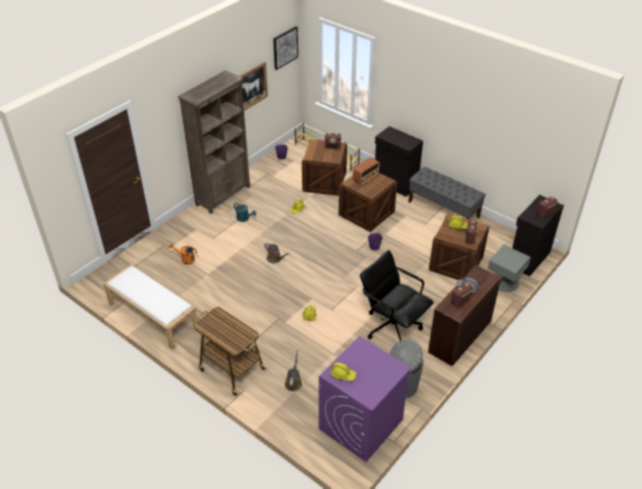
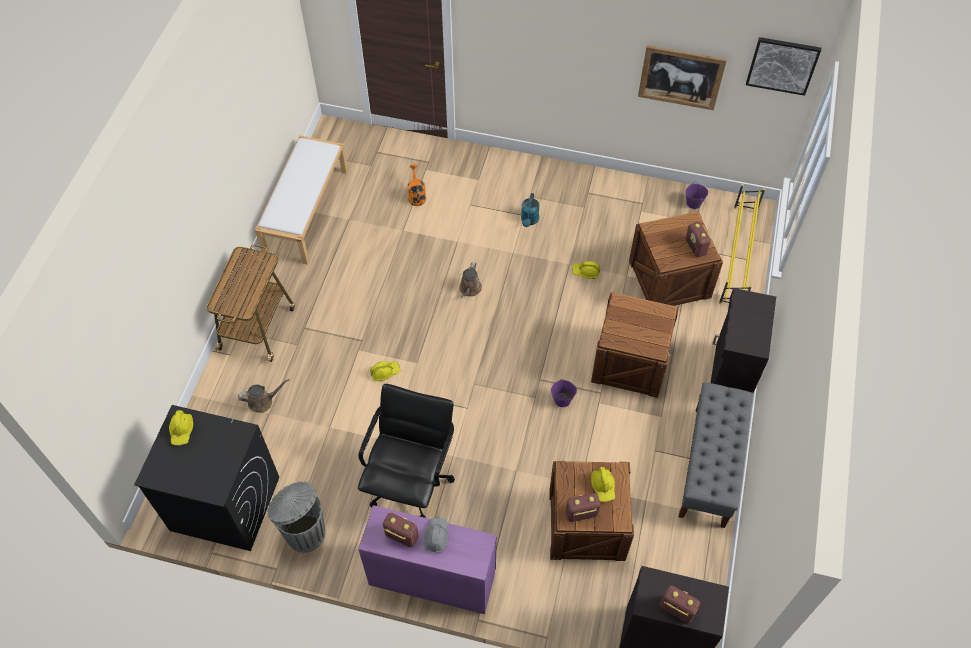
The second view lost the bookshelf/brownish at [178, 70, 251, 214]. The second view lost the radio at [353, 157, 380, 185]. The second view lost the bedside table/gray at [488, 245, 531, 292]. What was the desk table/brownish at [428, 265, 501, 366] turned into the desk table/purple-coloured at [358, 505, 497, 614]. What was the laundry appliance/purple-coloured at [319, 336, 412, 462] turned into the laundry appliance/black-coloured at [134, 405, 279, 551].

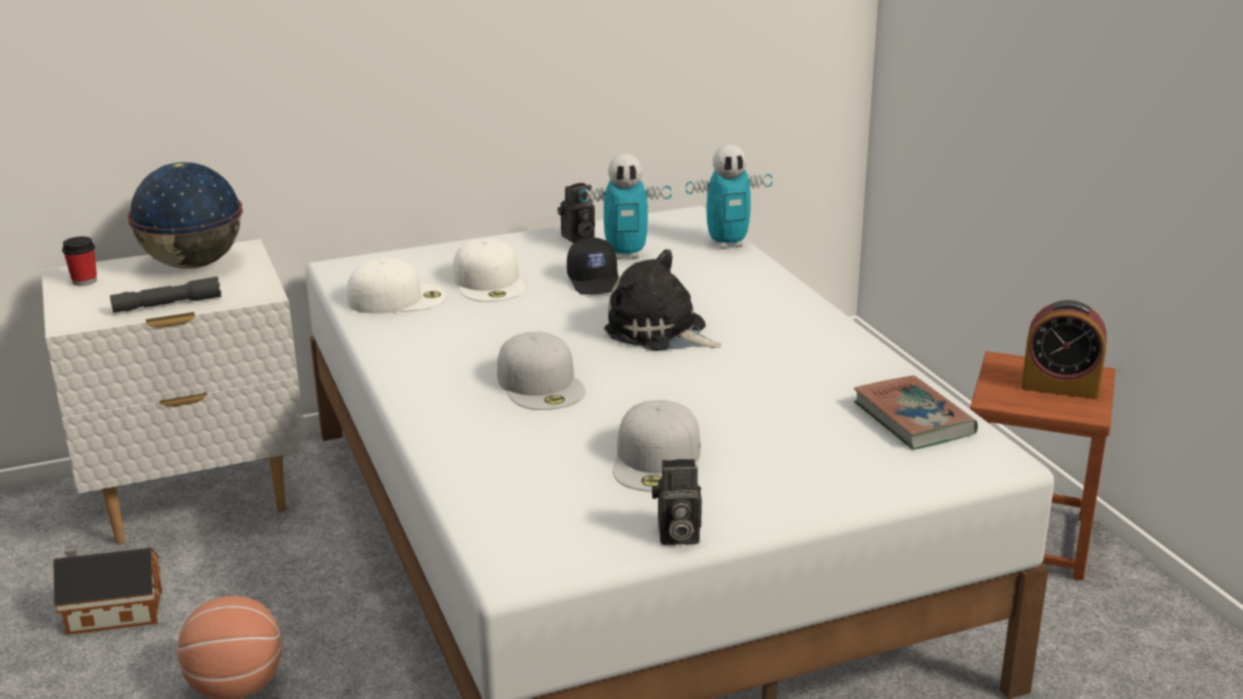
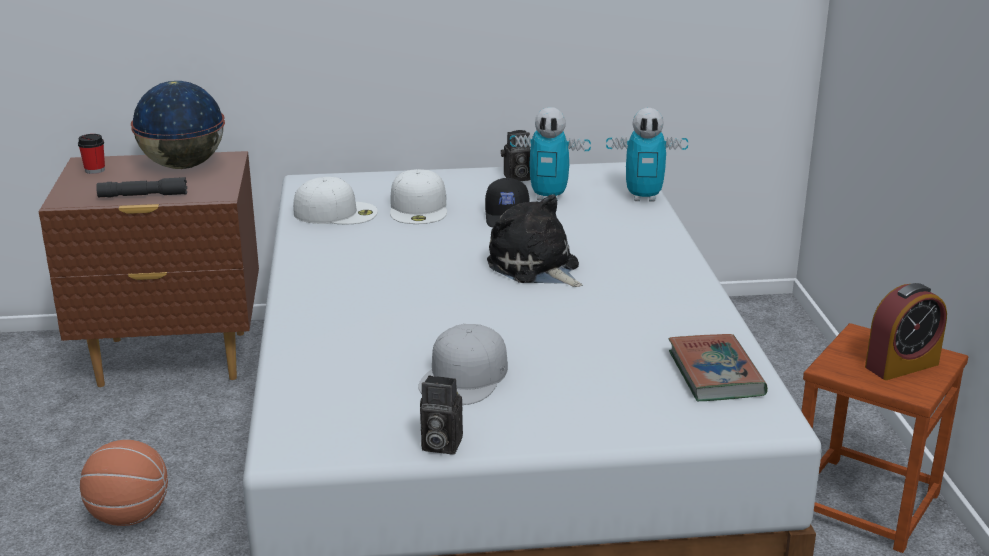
What was the bedside table/whitish at [41, 239, 307, 545] turned into the bedside table/brownish at [38, 151, 259, 387]. The bedside clock at [1021, 300, 1107, 399] ended up facing another way, 60 degrees counterclockwise from before. The second view lost the cap/whitish at [497, 332, 586, 410]. The second view lost the model house at [53, 545, 162, 635].

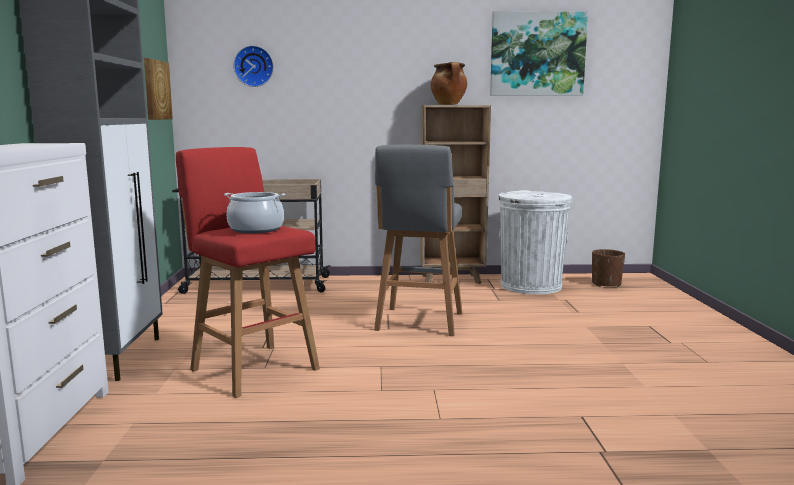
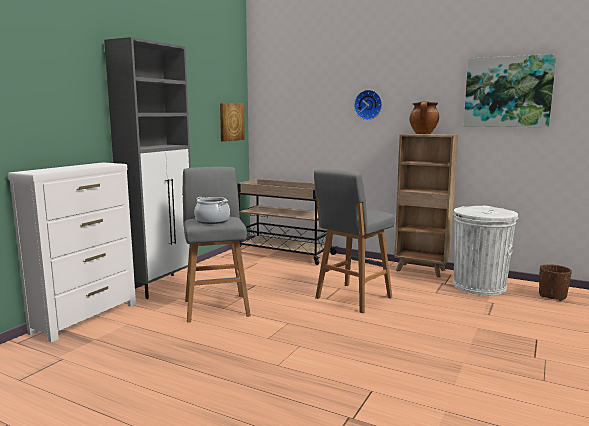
The clock on the wall ended up elsewhere, having gone from [233, 45, 274, 87] to [354, 90, 382, 120]. What was the sitting stool/red-coloured at [176, 147, 320, 398] turned into the sitting stool/gray at [182, 167, 251, 323].

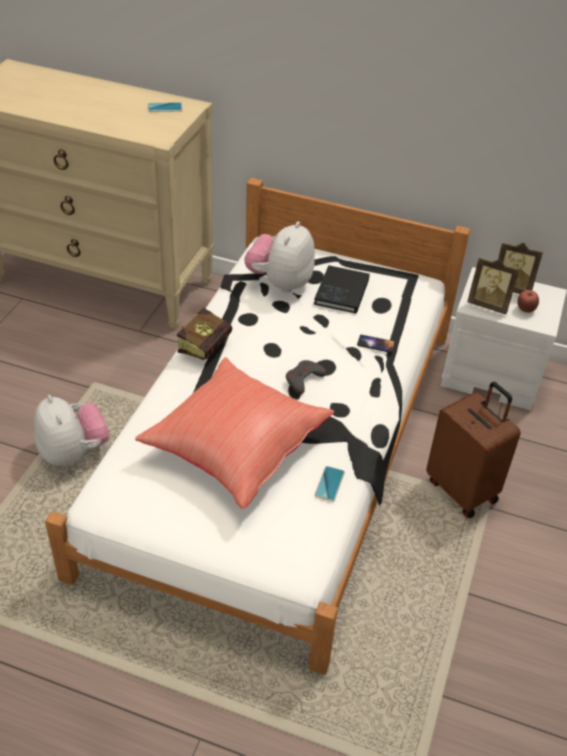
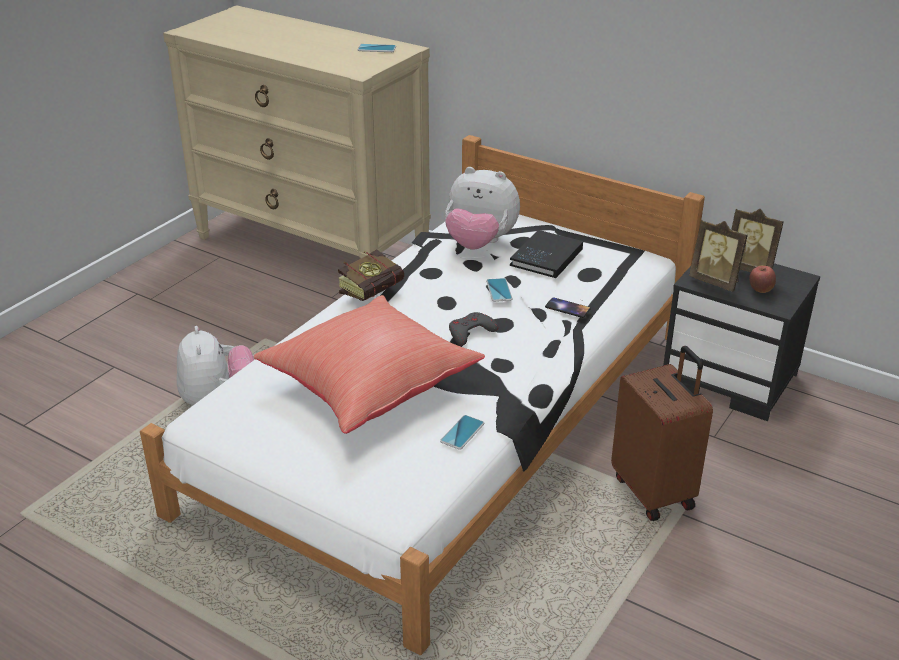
The soft toy at [244, 221, 315, 293] ended up facing another way, 105 degrees counterclockwise from before. What was the bedside table/whitish at [441, 267, 567, 410] turned into the bedside table/black-coloured at [663, 263, 820, 421]. The second view gained the handset at [486, 278, 513, 302].

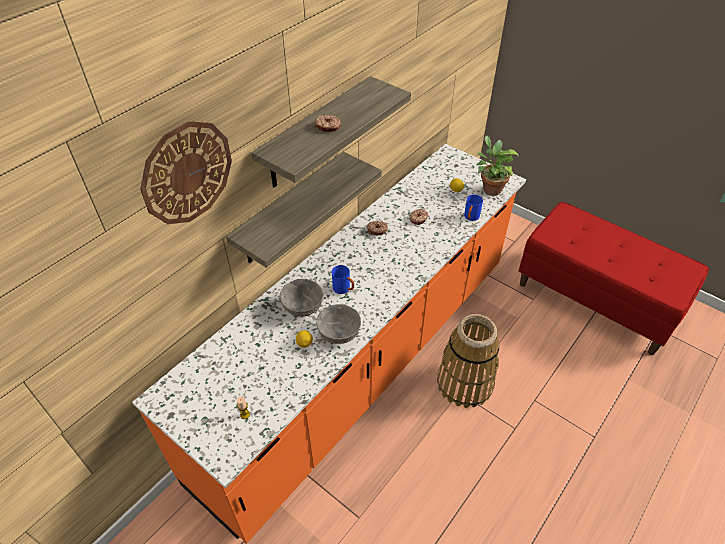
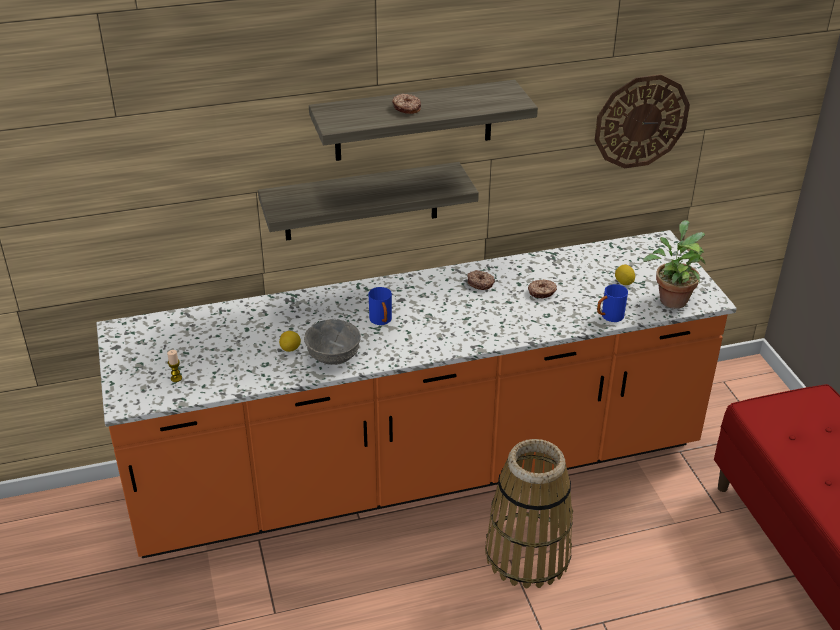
The clock on the wall ended up elsewhere, having gone from [140, 121, 232, 224] to [594, 75, 690, 169]. The second view lost the bowl/gray at [280, 279, 323, 317].

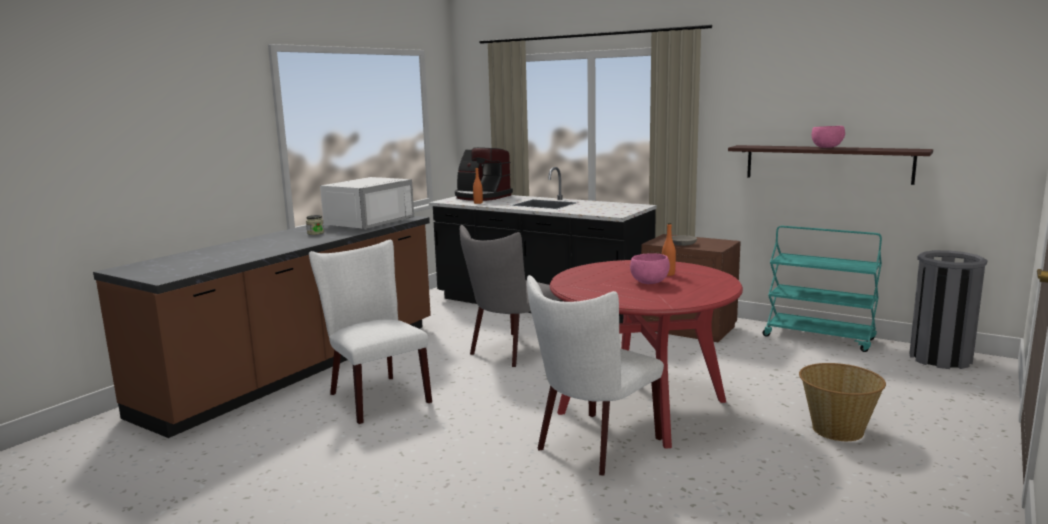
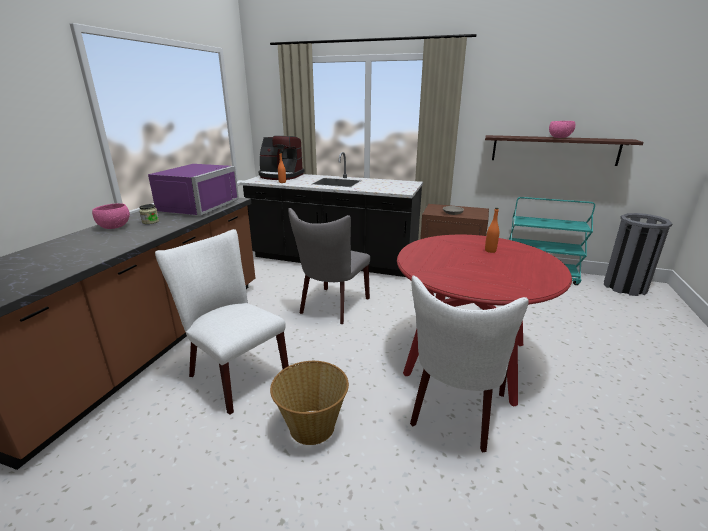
What was the microwave/whitish at [320, 177, 414, 230] turned into the microwave/purple-coloured at [148, 164, 239, 215]. The bowl/pinkish ended up elsewhere, having gone from [630, 253, 670, 284] to [92, 203, 130, 229]. The storage basket ended up elsewhere, having gone from [799, 363, 886, 441] to [270, 361, 349, 445].

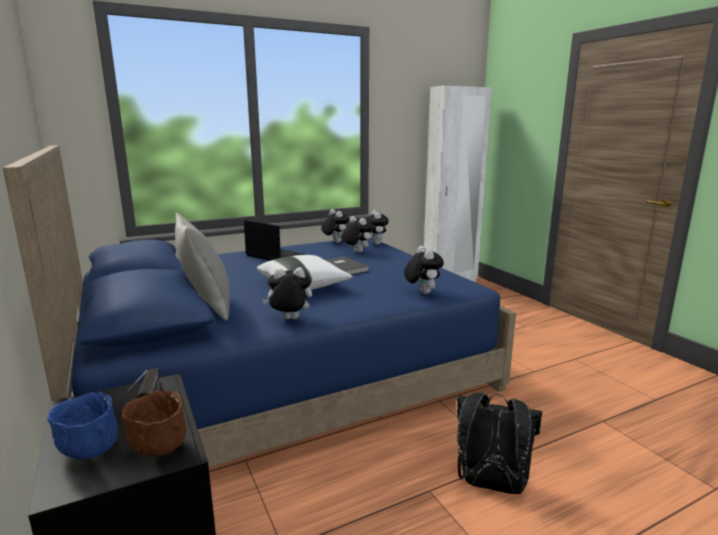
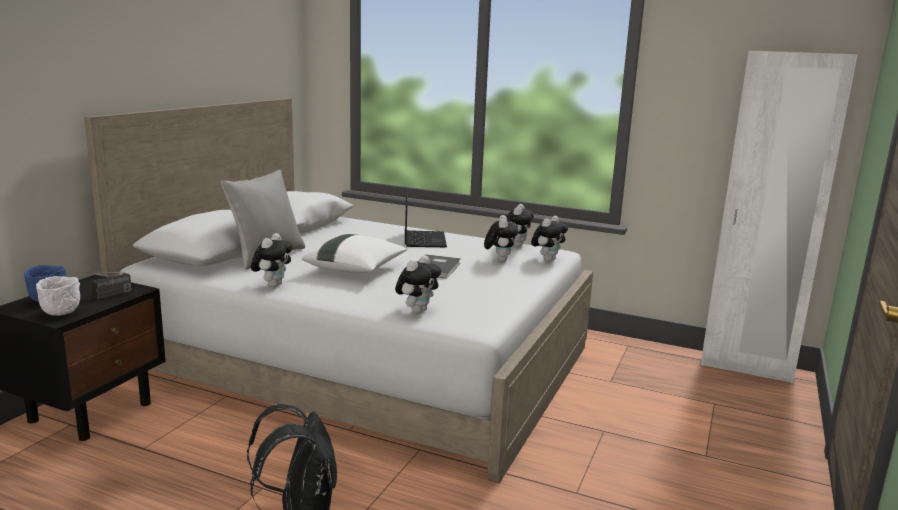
What was the bedroom bed/blue-coloured at [3, 145, 516, 467] turned into the bedroom bed/whitish at [84, 98, 593, 483]. The soft toy at [262, 267, 312, 319] ended up facing another way, 60 degrees clockwise from before. What was the bowl/brownish at [121, 390, 186, 457] turned into the bowl/whitish at [36, 276, 80, 316].

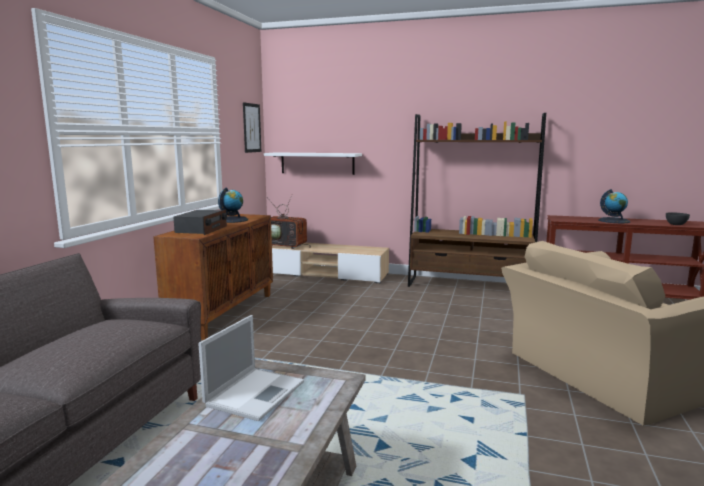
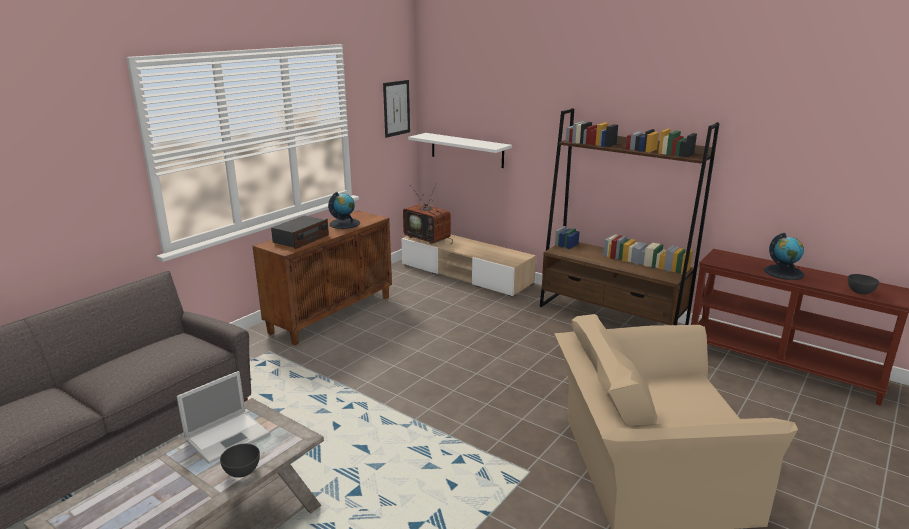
The second view gained the bowl/gray at [220, 444, 260, 478].

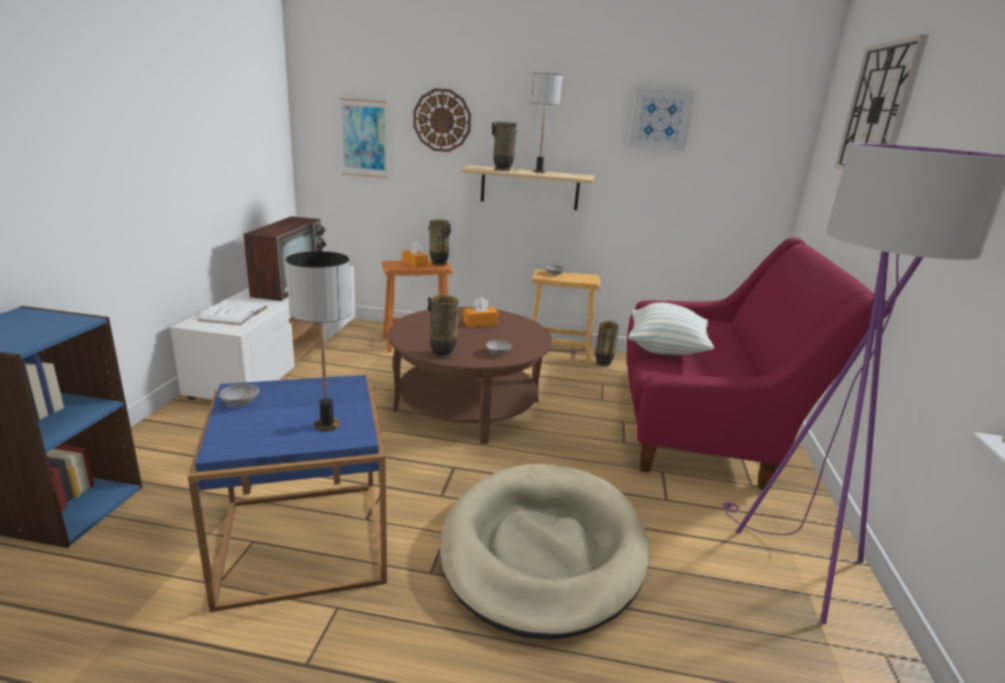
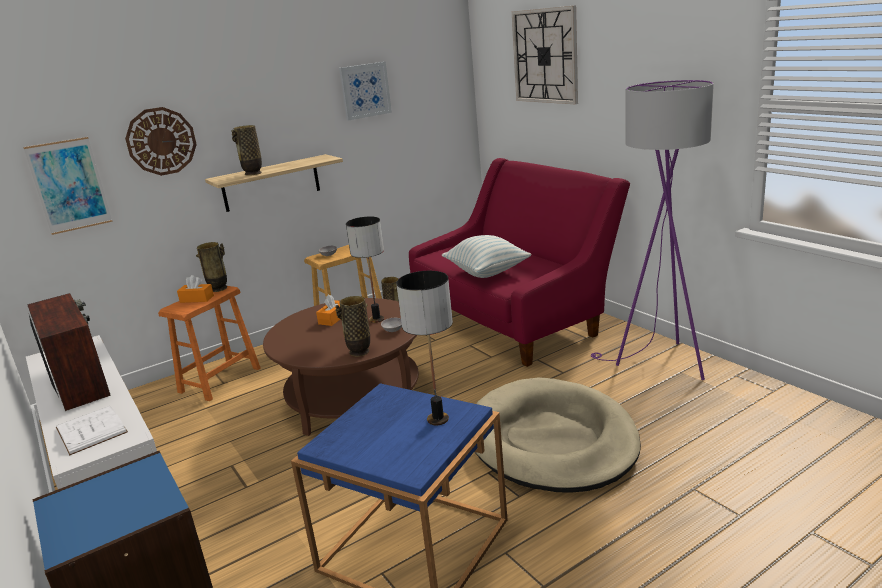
The lamp for a table ended up elsewhere, having gone from [530, 73, 563, 173] to [346, 216, 384, 323]. The second view lost the bowl/gray at [219, 384, 259, 406].

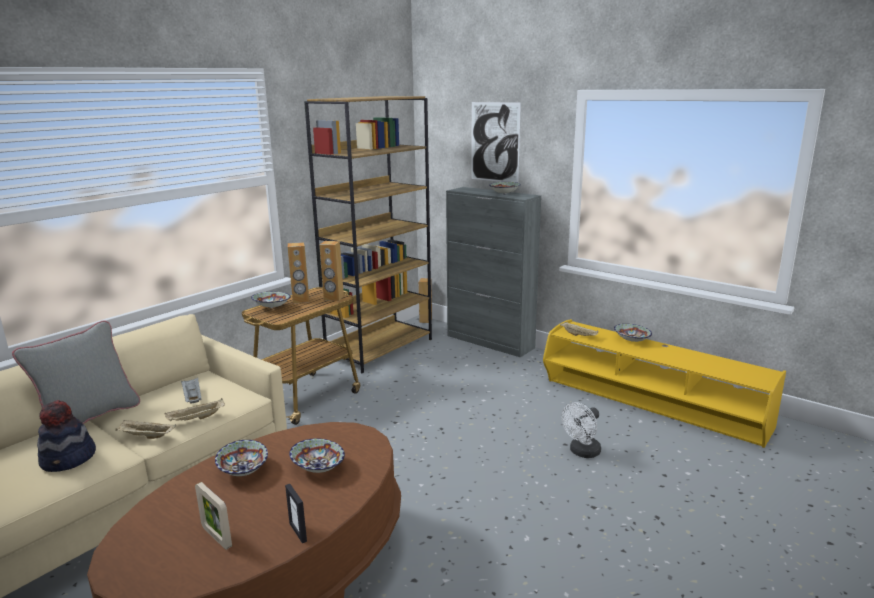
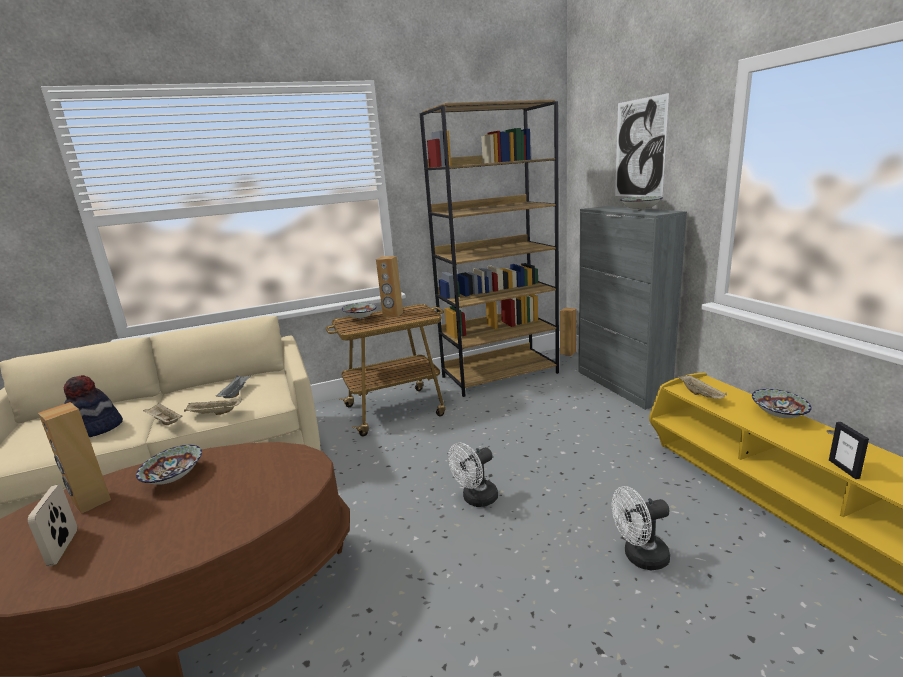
The audio speaker/brownish ended up elsewhere, having gone from [319, 241, 344, 301] to [38, 402, 111, 514]. The second view lost the pillow/gray at [12, 321, 140, 424]. The second view lost the bowl at [289, 438, 345, 473]. The standing frame ended up elsewhere, having gone from [285, 484, 307, 543] to [829, 422, 869, 479]. The second view gained the fan/whitish at [448, 443, 498, 507].

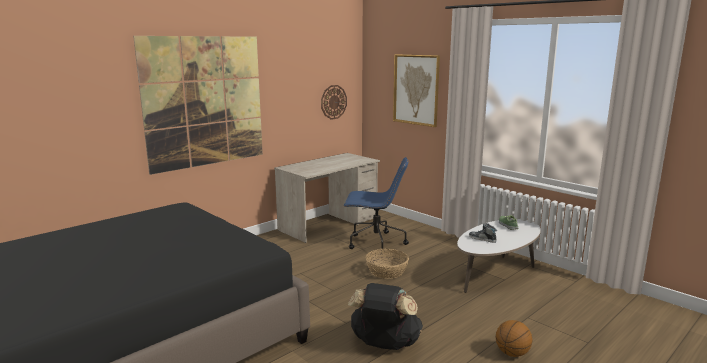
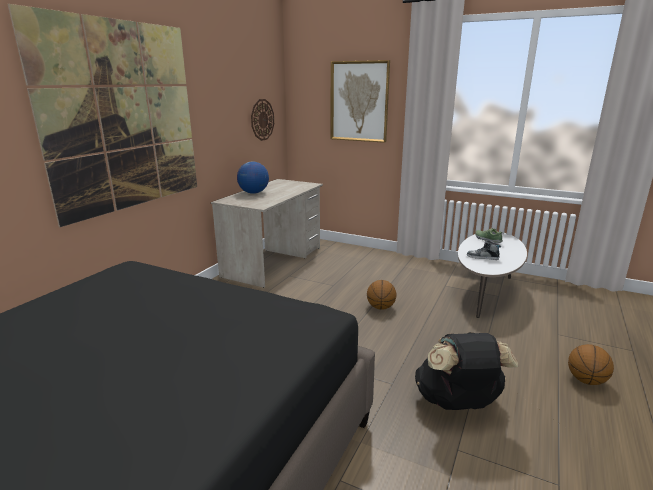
The second view lost the desk chair/blue-coloured at [344, 157, 409, 249]. Where the storage basket stood at [365, 249, 409, 279], the ball for basketball came to stand at [367, 280, 396, 310]. The second view gained the desk globe at [237, 161, 269, 194].

